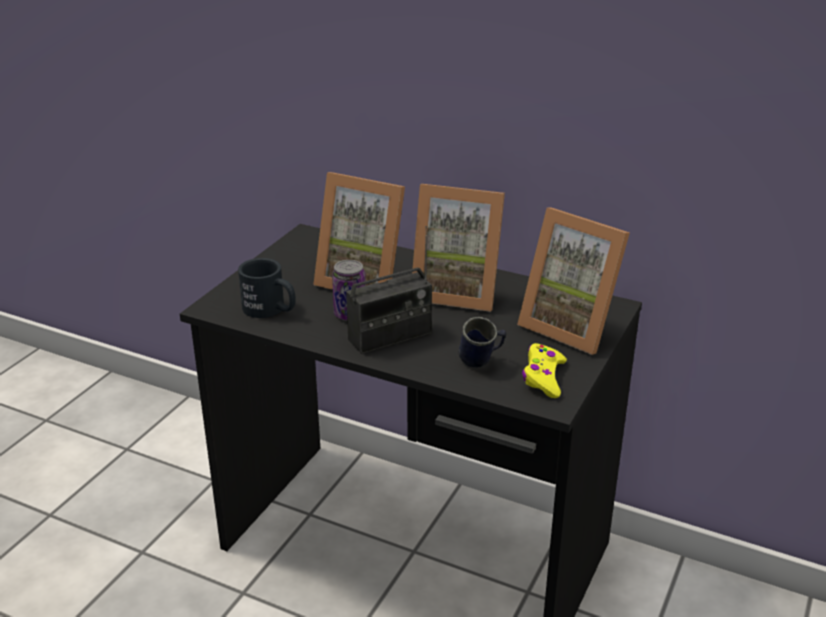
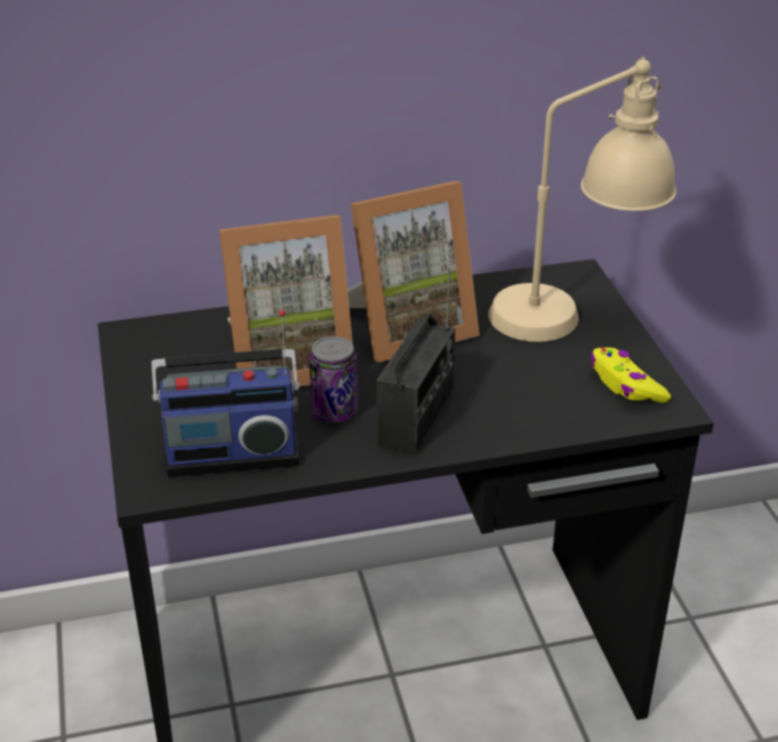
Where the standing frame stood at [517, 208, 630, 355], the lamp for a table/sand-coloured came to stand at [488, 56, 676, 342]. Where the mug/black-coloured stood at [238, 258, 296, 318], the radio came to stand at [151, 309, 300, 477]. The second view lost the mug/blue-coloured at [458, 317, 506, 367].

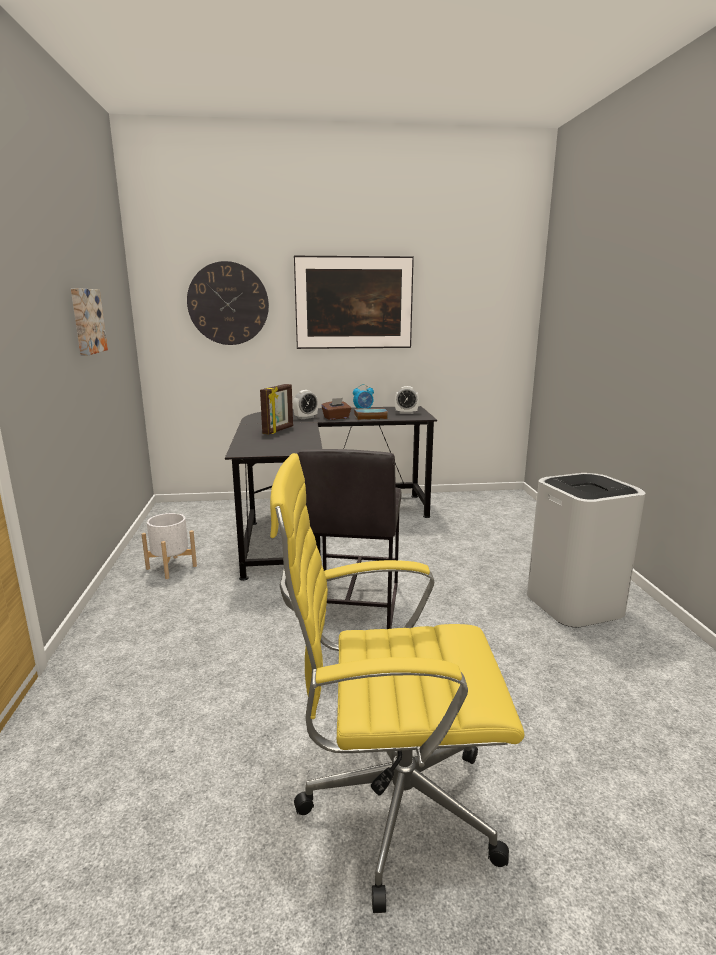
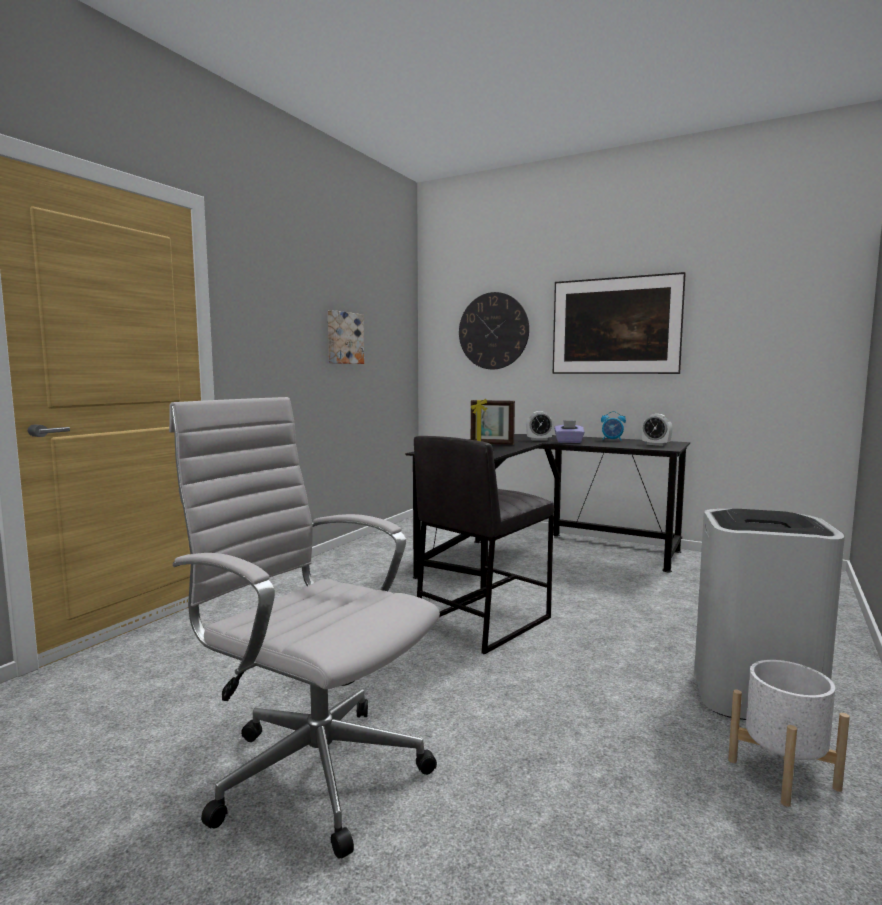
The standing frame at [260, 384, 293, 435] ended up facing another way, 45 degrees clockwise from before. What was the tissue holder/brownish at [321, 398, 351, 420] turned into the tissue holder/purple-coloured at [554, 420, 585, 443]. The second view lost the volume at [354, 408, 388, 420]. What was the desk chair/yellowish at [270, 453, 525, 913] turned into the desk chair/whitish at [169, 397, 440, 859]. The flower pot/whitish ended up elsewhere, having gone from [141, 513, 197, 579] to [728, 660, 850, 807].

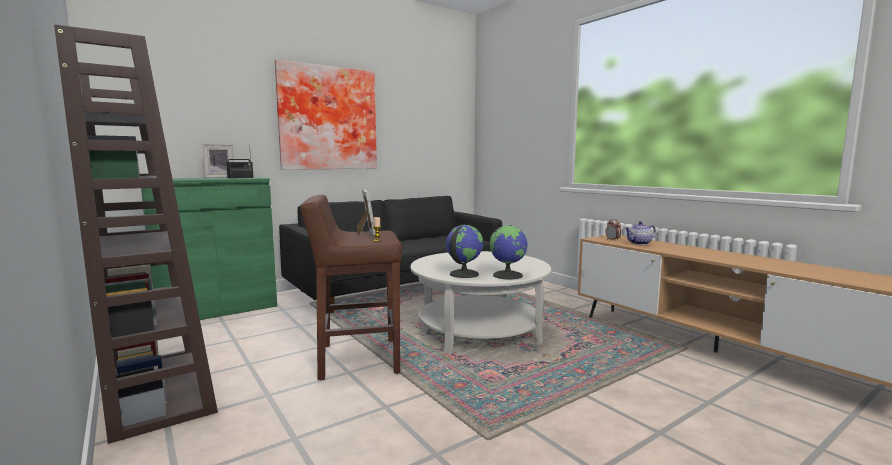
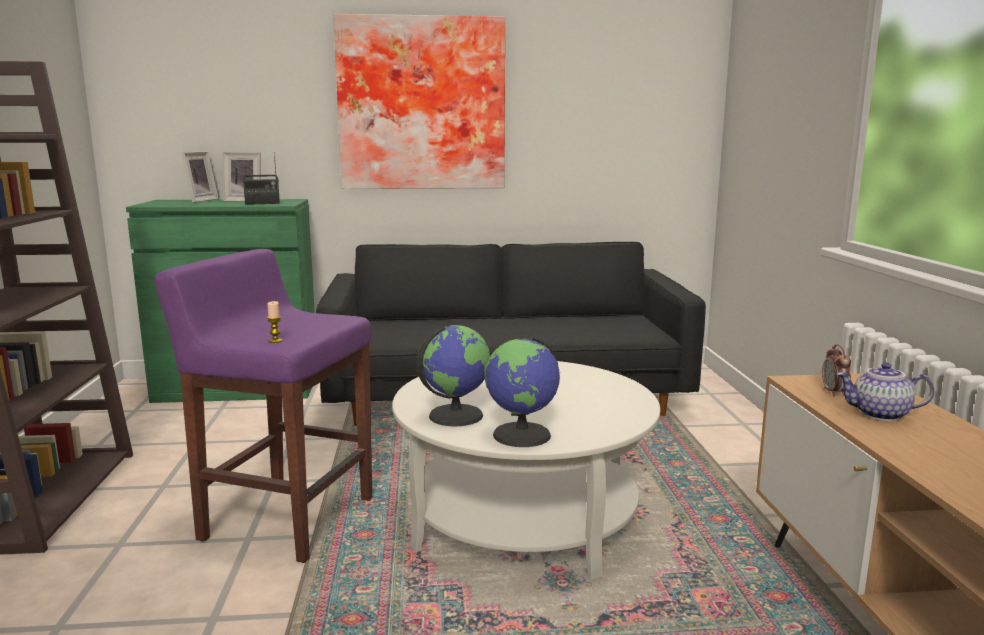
The standing frame ended up elsewhere, having gone from [357, 189, 376, 237] to [181, 151, 219, 203]. What was the sitting stool/brownish at [300, 195, 402, 380] turned into the sitting stool/purple-coloured at [154, 249, 372, 563].

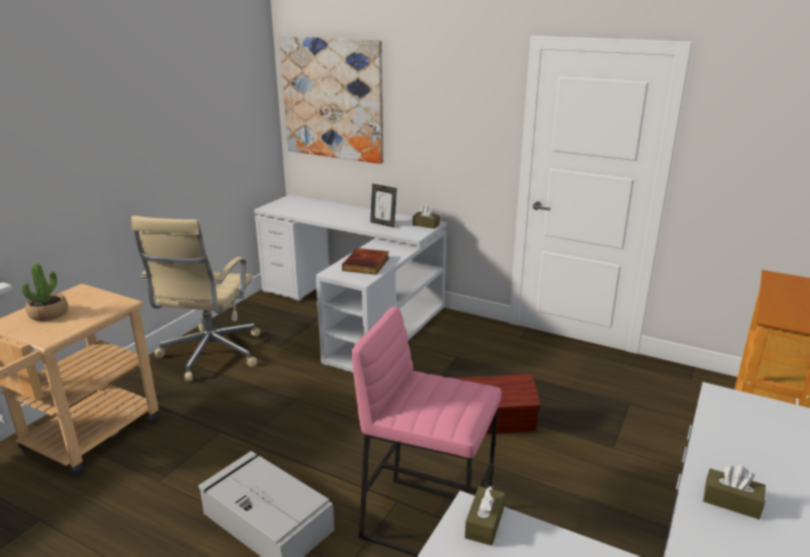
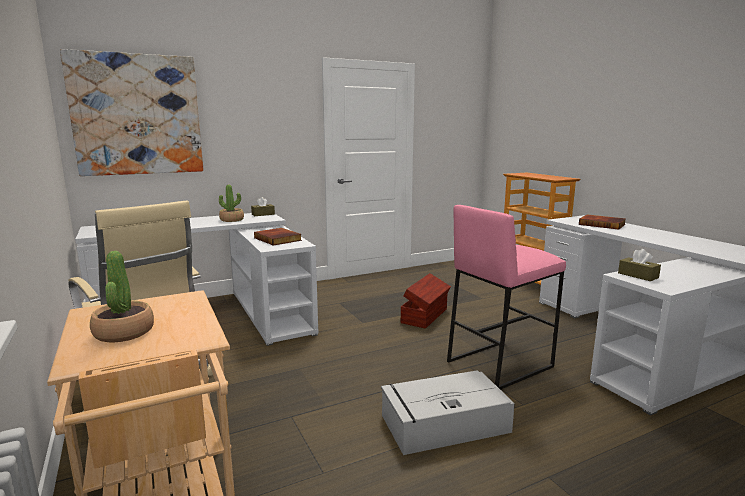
Where the standing frame stood at [370, 184, 397, 228], the plant in a pot came to stand at [219, 184, 244, 222]. The second view lost the tissue holder/brownish at [703, 466, 766, 519]. The second view gained the volume at [579, 214, 626, 229].

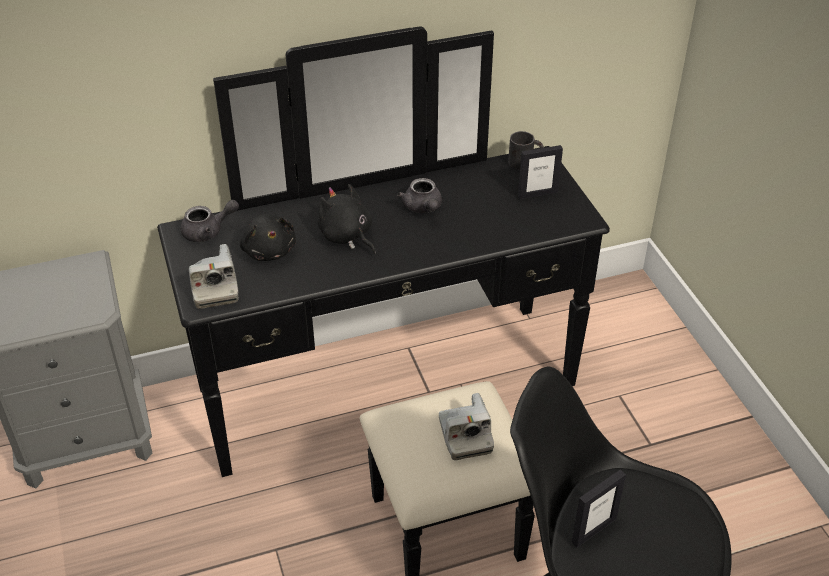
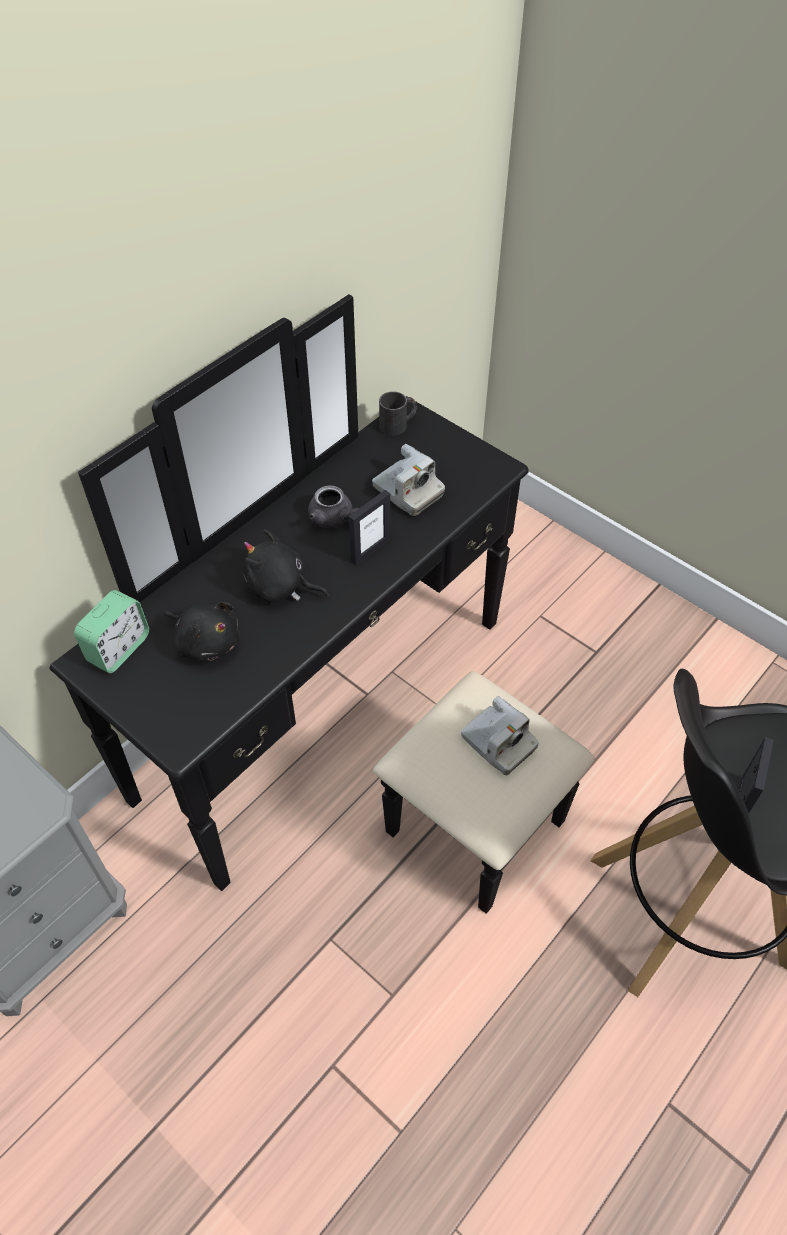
The standing frame ended up elsewhere, having gone from [518, 145, 563, 199] to [349, 490, 391, 565]. Where the teapot/gray stood at [181, 200, 239, 242], the bedside clock came to stand at [74, 590, 149, 673]. The photo camera ended up elsewhere, having gone from [189, 244, 239, 309] to [372, 444, 445, 516].

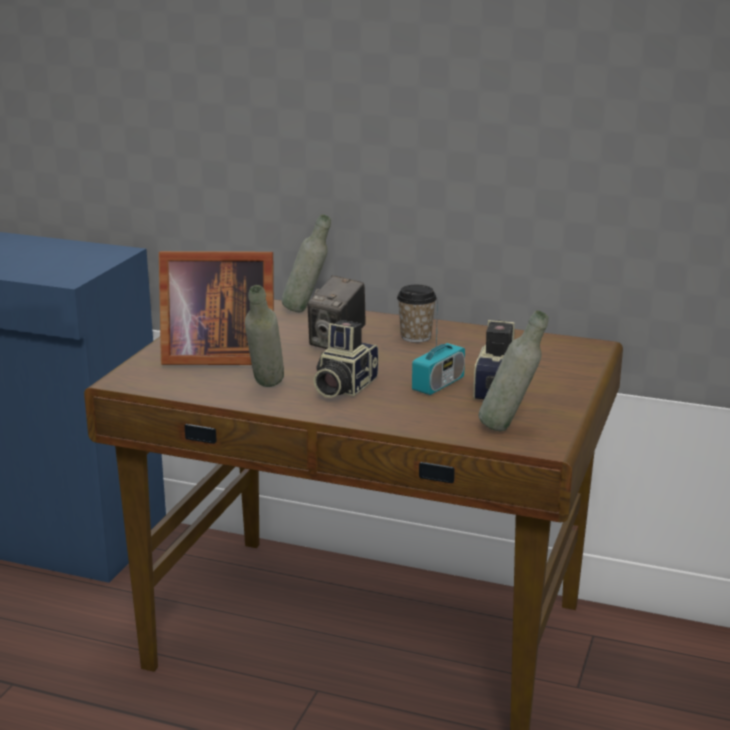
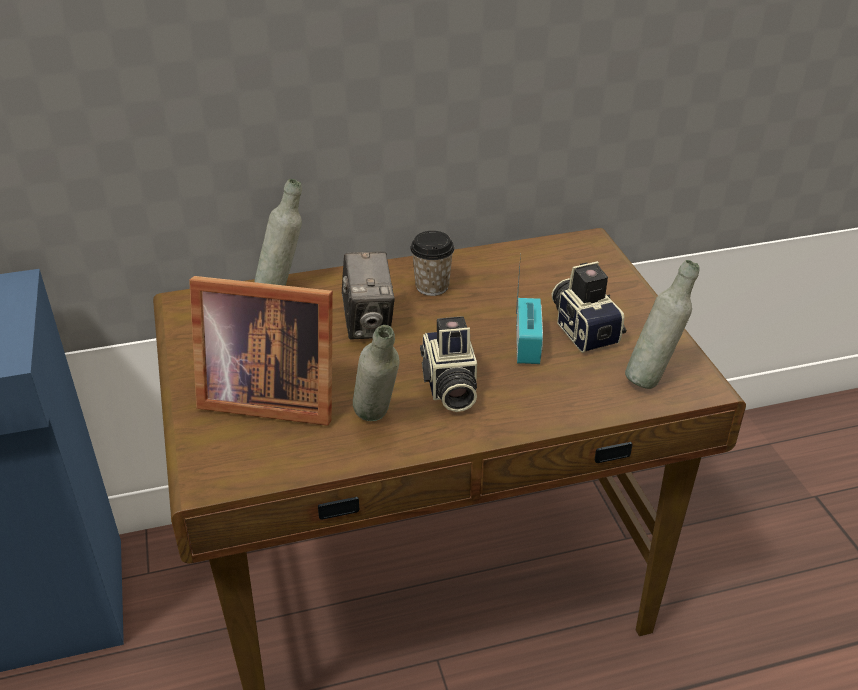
The standing frame at [159, 251, 274, 365] ended up facing another way, 45 degrees clockwise from before.

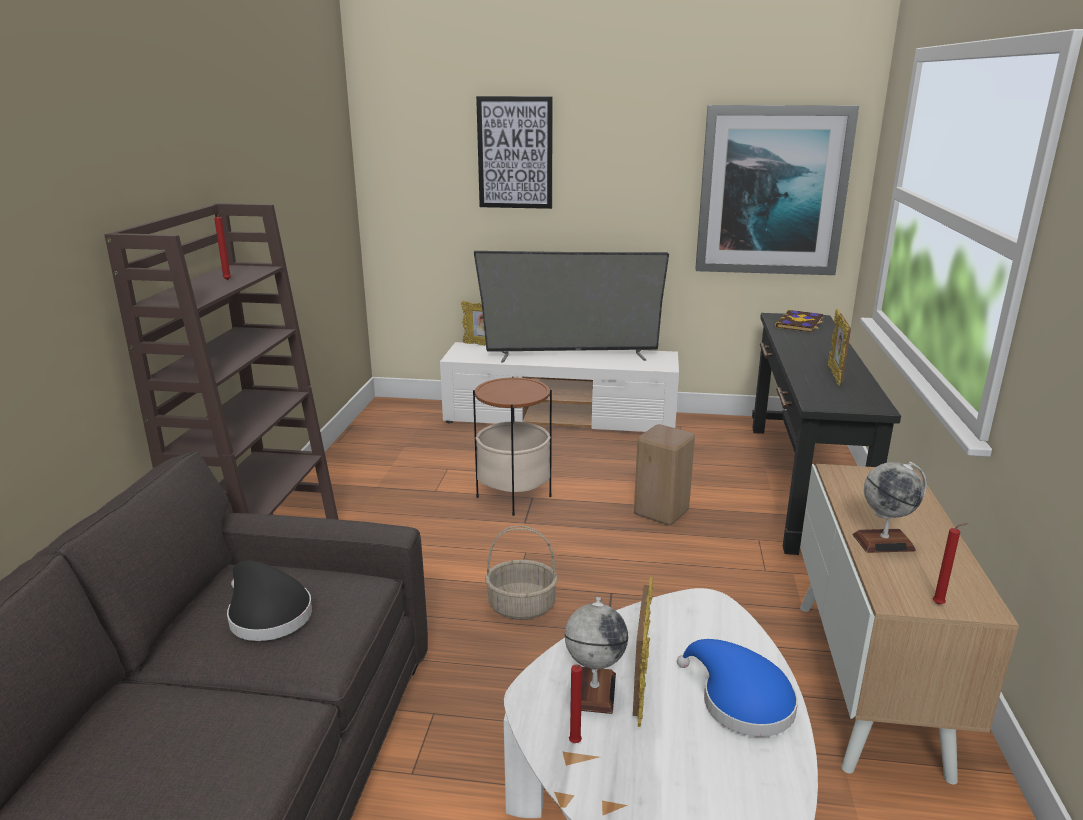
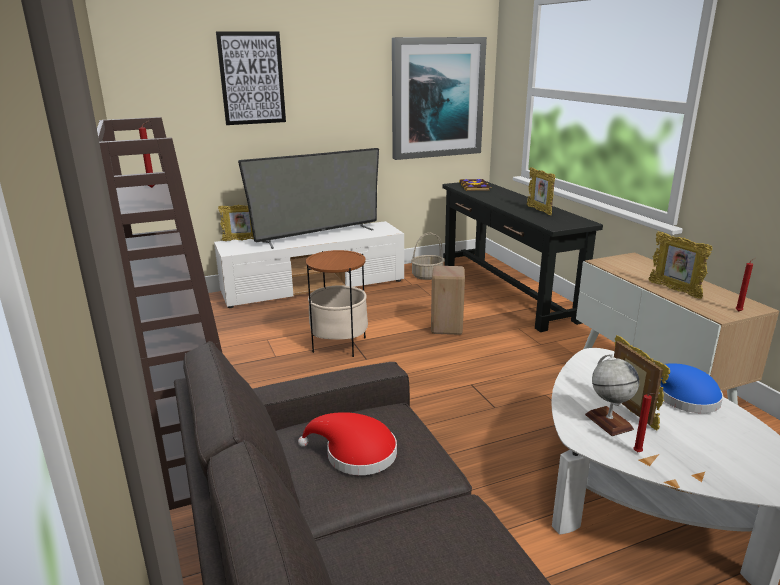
Where the desk globe stood at [853, 461, 927, 553], the standing frame came to stand at [649, 231, 713, 299]. The storage basket ended up elsewhere, having gone from [485, 525, 558, 620] to [411, 233, 445, 280]. What was the clothing hat/black-coloured at [227, 561, 312, 641] turned into the clothing hat/red-coloured at [298, 412, 397, 475].

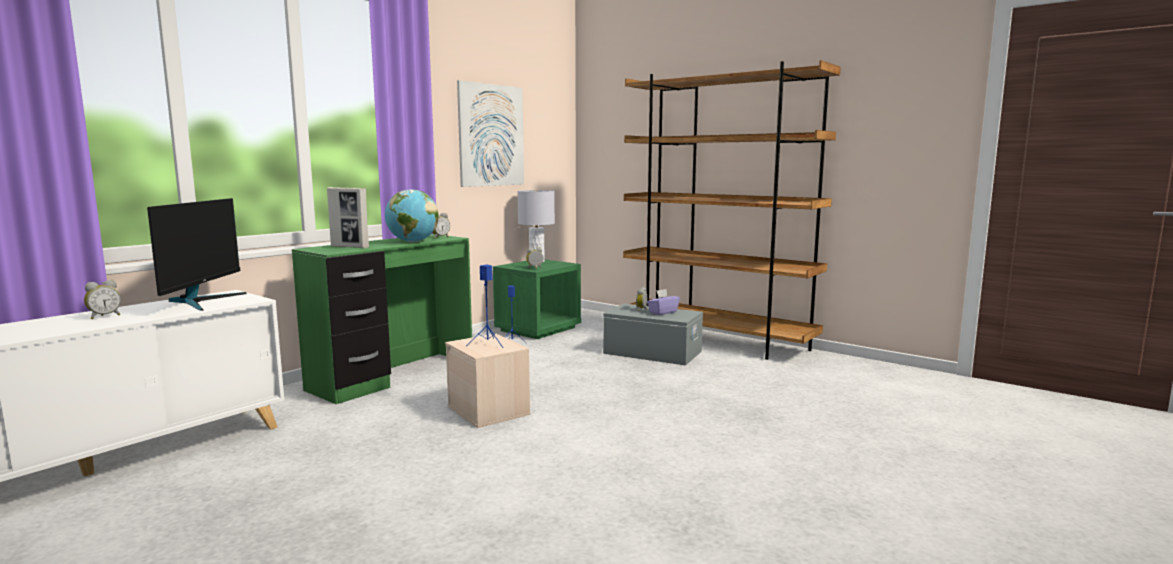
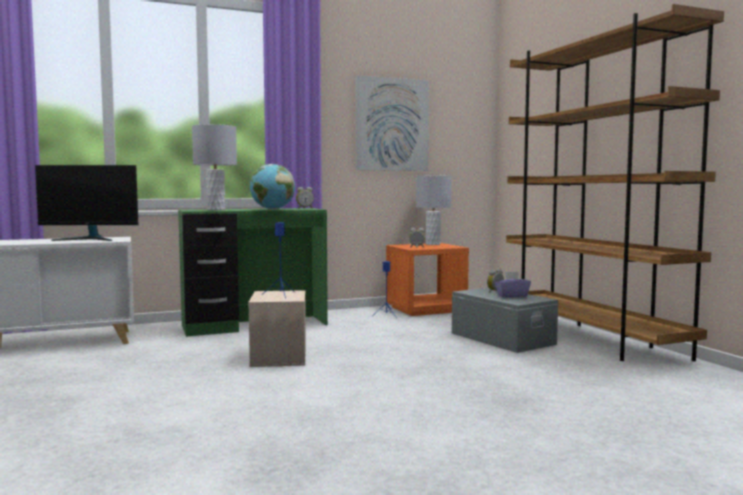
Where the standing frame stood at [327, 187, 369, 248], the lamp for a table/gray came to stand at [192, 124, 237, 210]. The computer display at [147, 198, 247, 311] ended up facing another way, 60 degrees clockwise from before. What was the bedside table/green at [493, 259, 581, 339] turned into the bedside table/orange at [386, 243, 469, 316]. The second view lost the bedside clock at [84, 280, 121, 319].

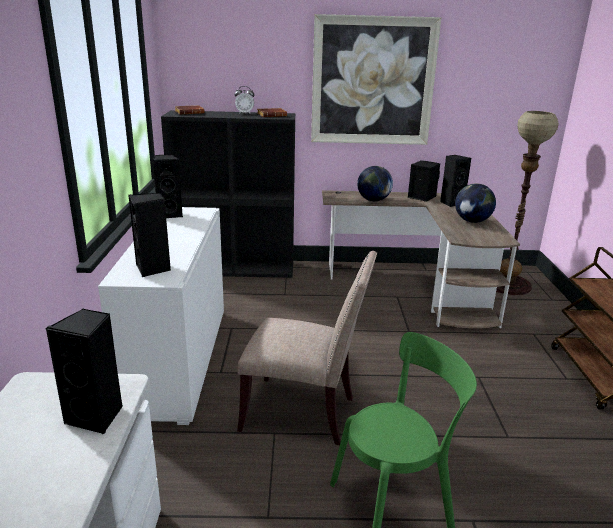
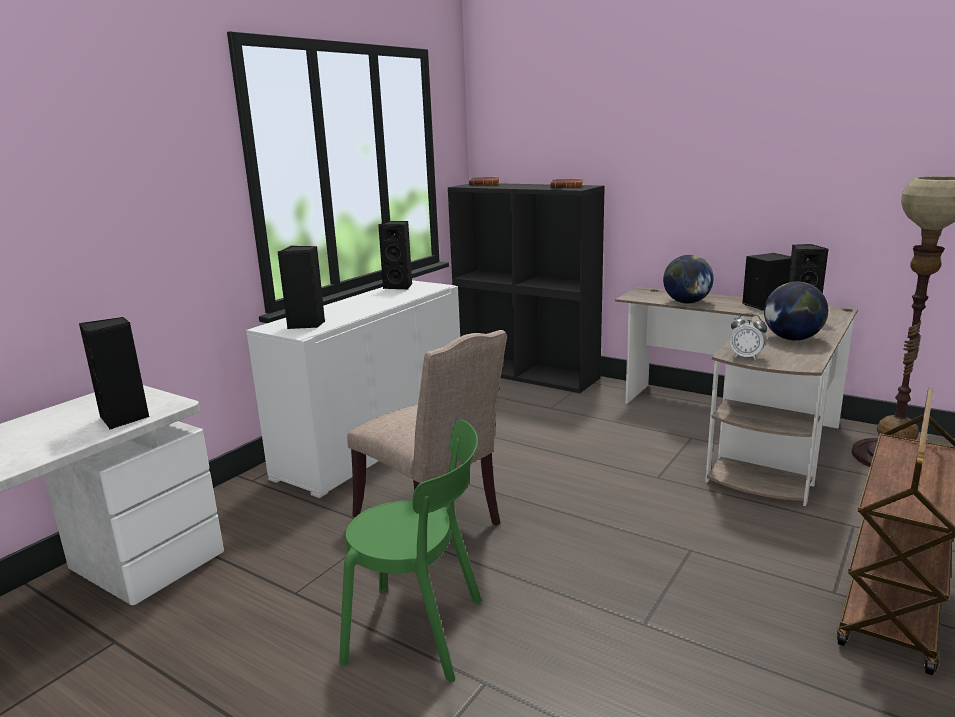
The second view lost the wall picture at [311, 14, 442, 145]. The bedside clock ended up elsewhere, having gone from [235, 86, 254, 114] to [730, 313, 767, 360].

